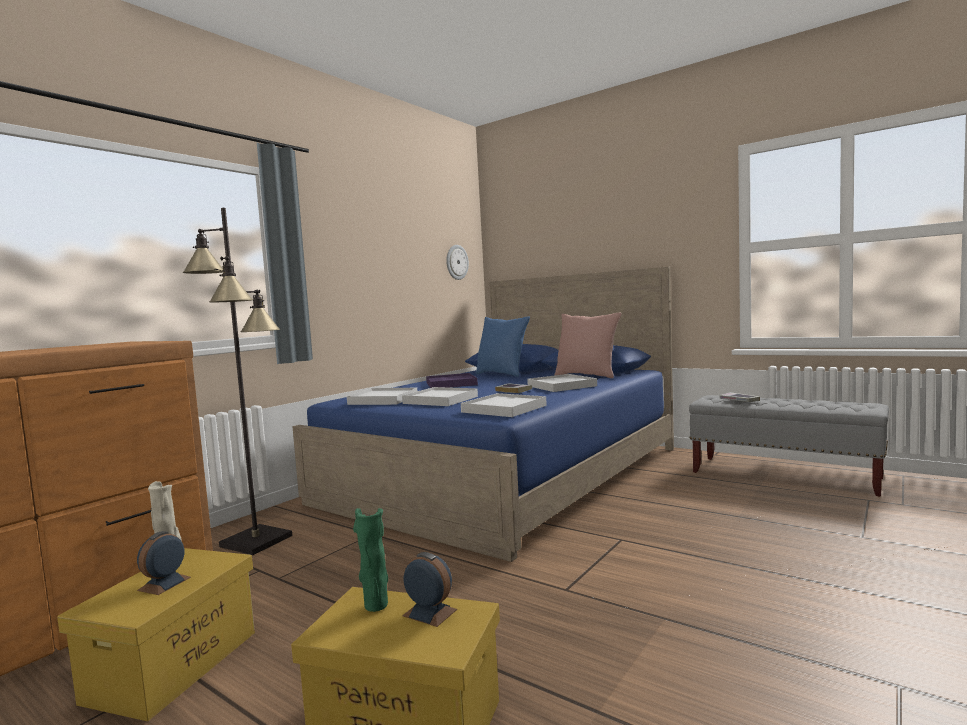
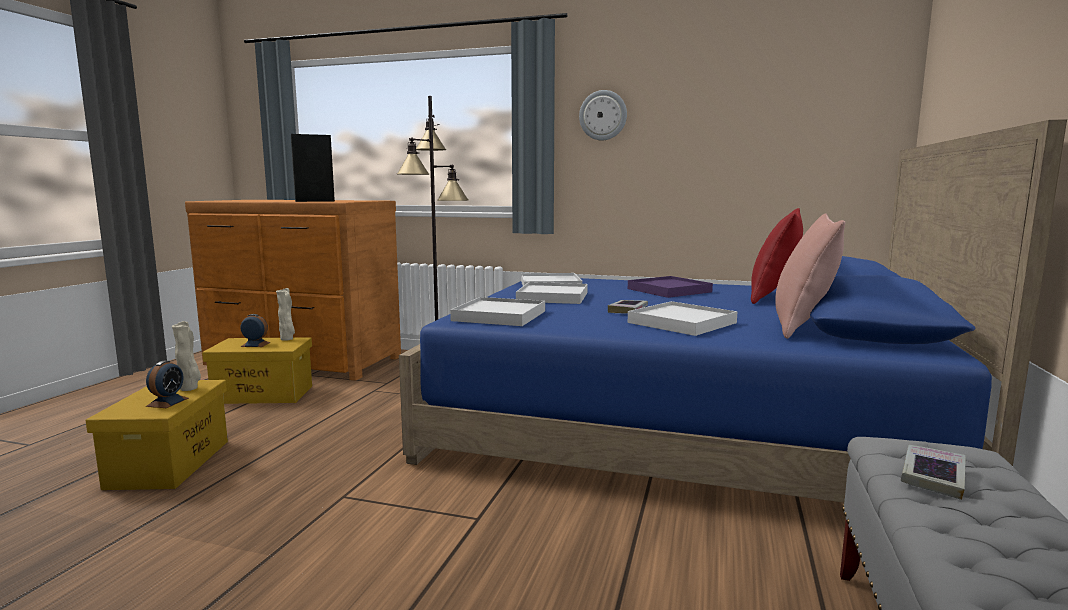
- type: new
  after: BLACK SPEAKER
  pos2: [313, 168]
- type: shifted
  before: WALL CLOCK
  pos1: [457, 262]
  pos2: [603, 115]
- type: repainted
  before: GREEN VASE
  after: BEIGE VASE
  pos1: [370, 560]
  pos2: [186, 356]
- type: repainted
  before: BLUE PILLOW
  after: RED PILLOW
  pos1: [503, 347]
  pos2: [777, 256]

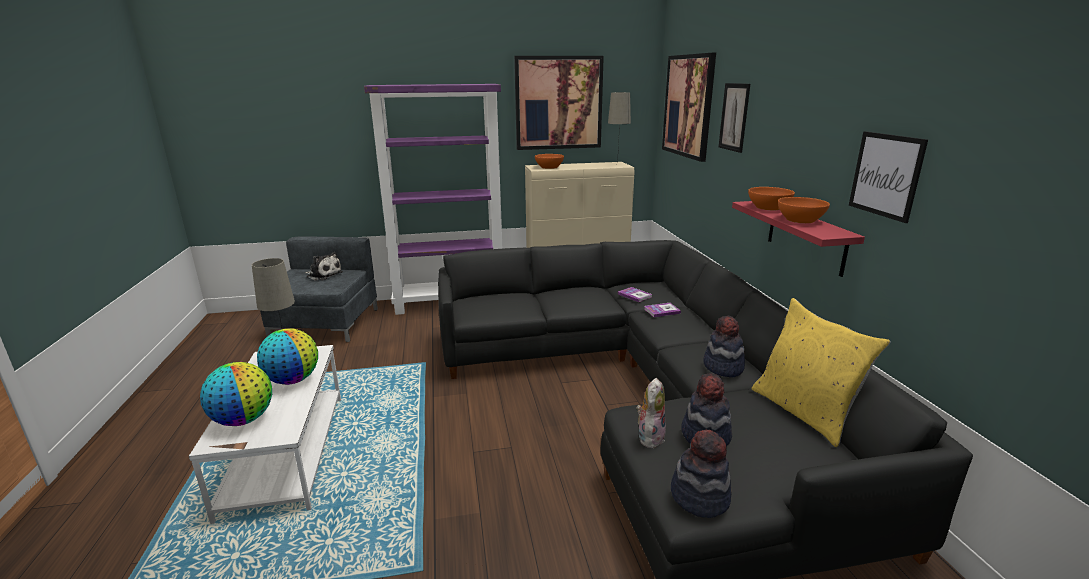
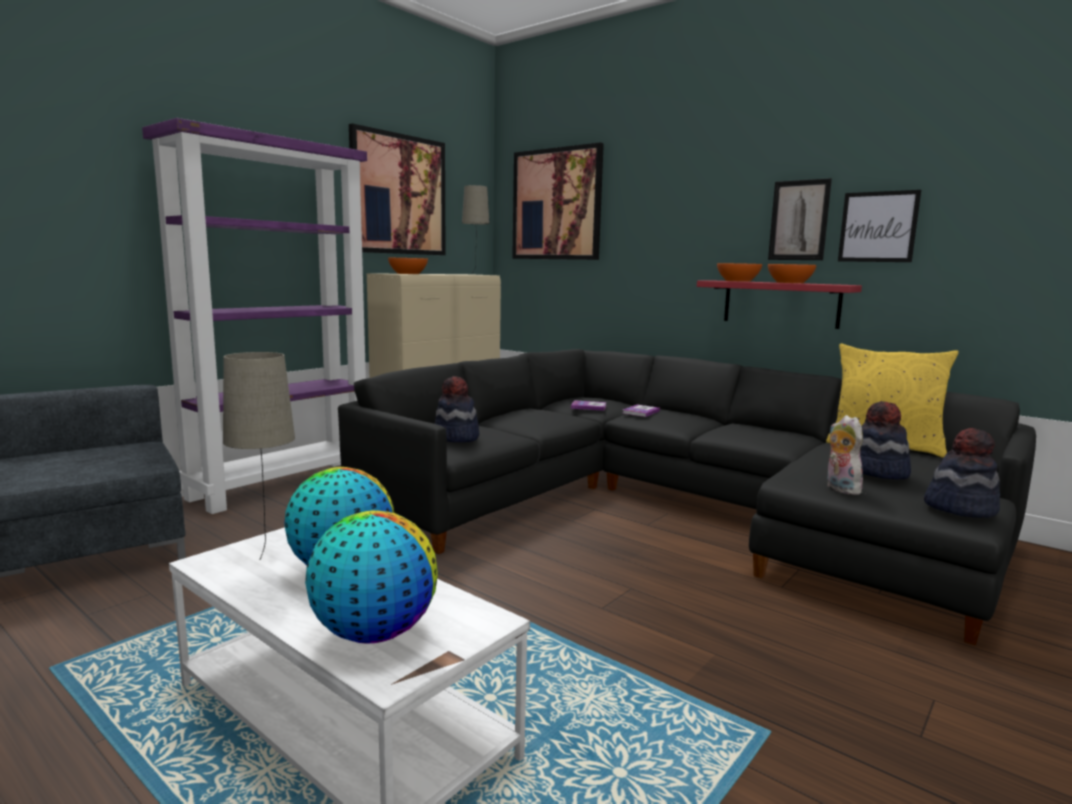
- type: gone
  before: PLUSH TOY
  pos1: [324, 266]
- type: shifted
  before: HAT
  pos1: [724, 347]
  pos2: [456, 409]
- type: shifted
  before: PICTURE
  pos1: [734, 118]
  pos2: [800, 219]

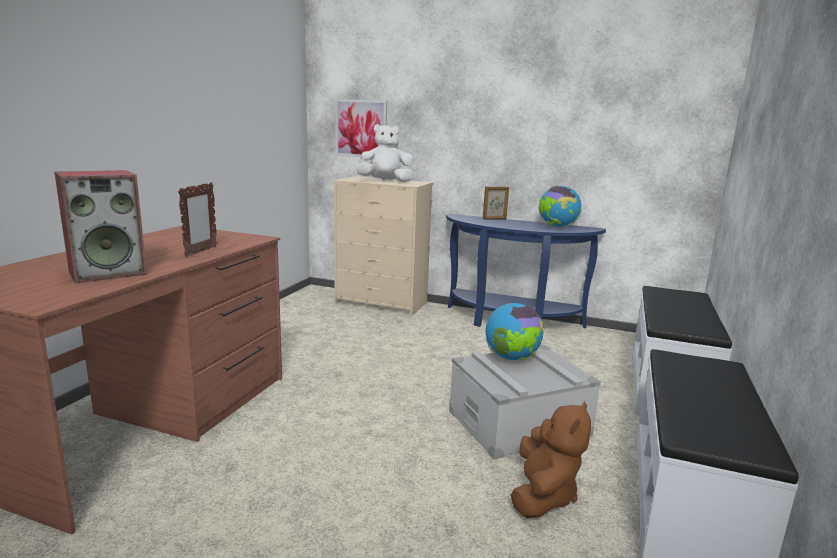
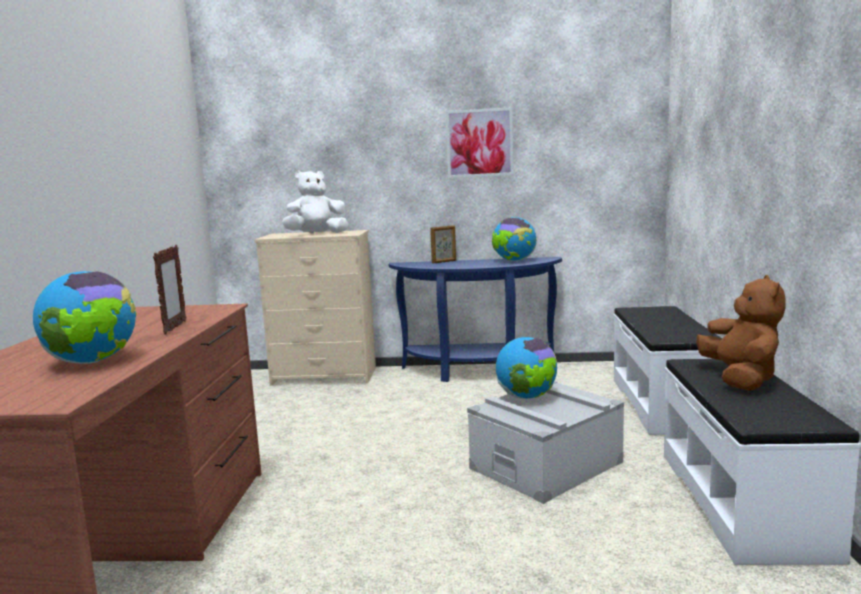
- type: shifted
  before: PICTURE
  pos1: [361, 128]
  pos2: [479, 142]
- type: shifted
  before: BROWN PLUSH TOY
  pos1: [551, 459]
  pos2: [740, 333]
- type: swapped
  before: SPEAKER
  after: GLOBE
  pos1: [101, 226]
  pos2: [85, 317]

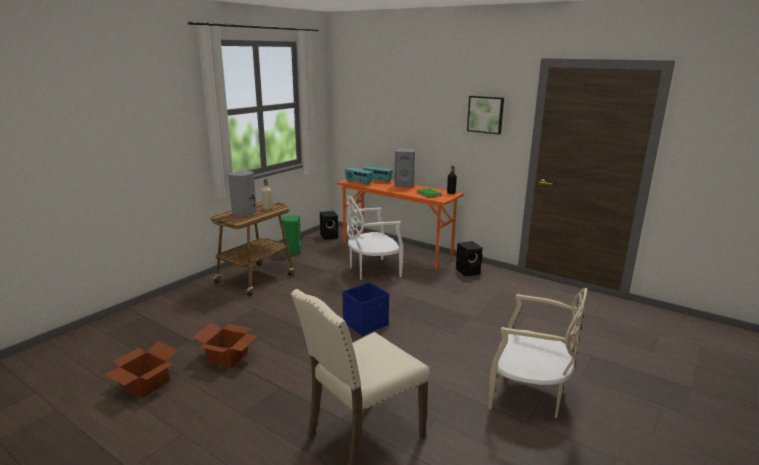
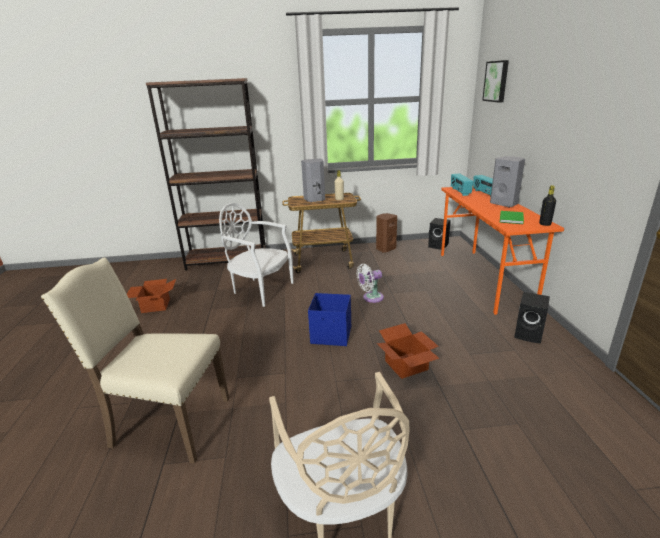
- type: new
  after: BROWN BOOKCASE
  pos2: [206, 174]
- type: new
  after: WHITE FAN
  pos2: [370, 283]
- type: shifted
  before: CARDBOARD BOX
  pos1: [225, 345]
  pos2: [408, 351]
- type: shifted
  before: WHITE CHAIR
  pos1: [375, 238]
  pos2: [256, 255]
- type: shifted
  before: PICTURE
  pos1: [485, 115]
  pos2: [495, 81]
- type: repainted
  before: GREEN SPEAKER
  after: BROWN SPEAKER
  pos1: [291, 234]
  pos2: [386, 233]

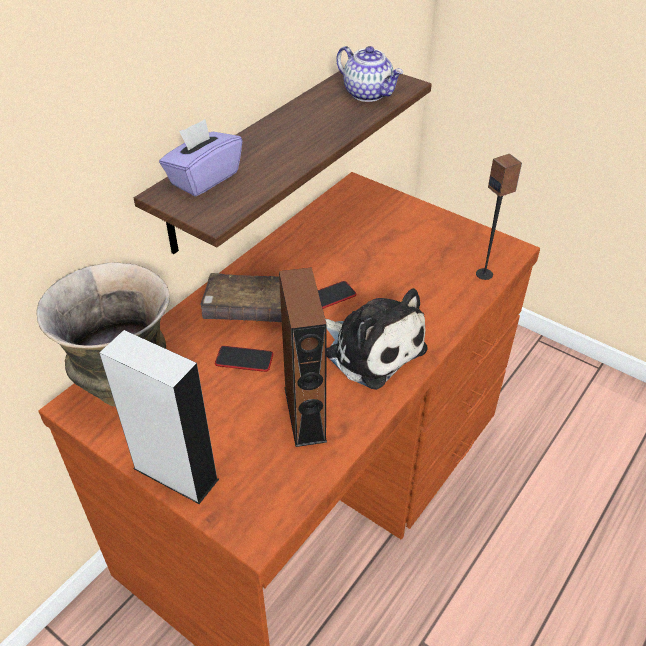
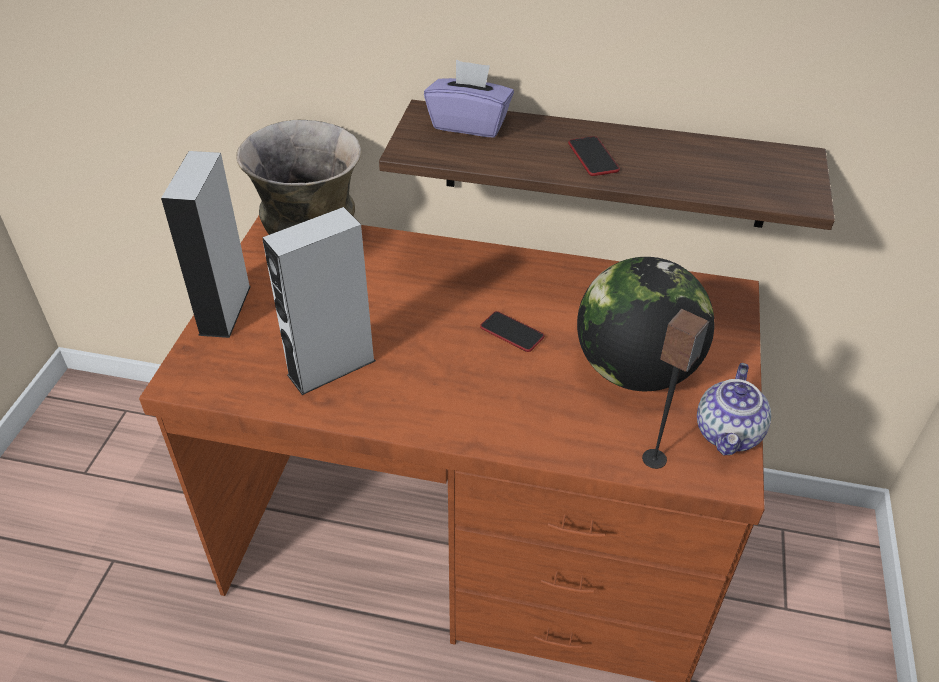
- type: gone
  before: BROWN BOOK
  pos1: [241, 297]
- type: gone
  before: PLUSH TOY
  pos1: [376, 339]
- type: new
  after: GLOBE
  pos2: [645, 324]
- type: shifted
  before: PHONE
  pos1: [244, 359]
  pos2: [594, 156]
- type: shifted
  before: TEAPOT
  pos1: [369, 74]
  pos2: [734, 409]
- type: repainted
  before: BROWN SPEAKER
  after: GREY SPEAKER
  pos1: [303, 357]
  pos2: [319, 301]

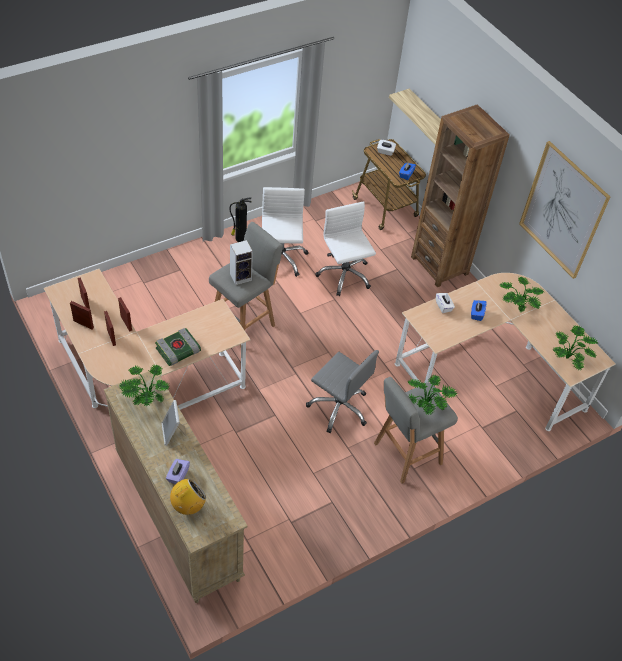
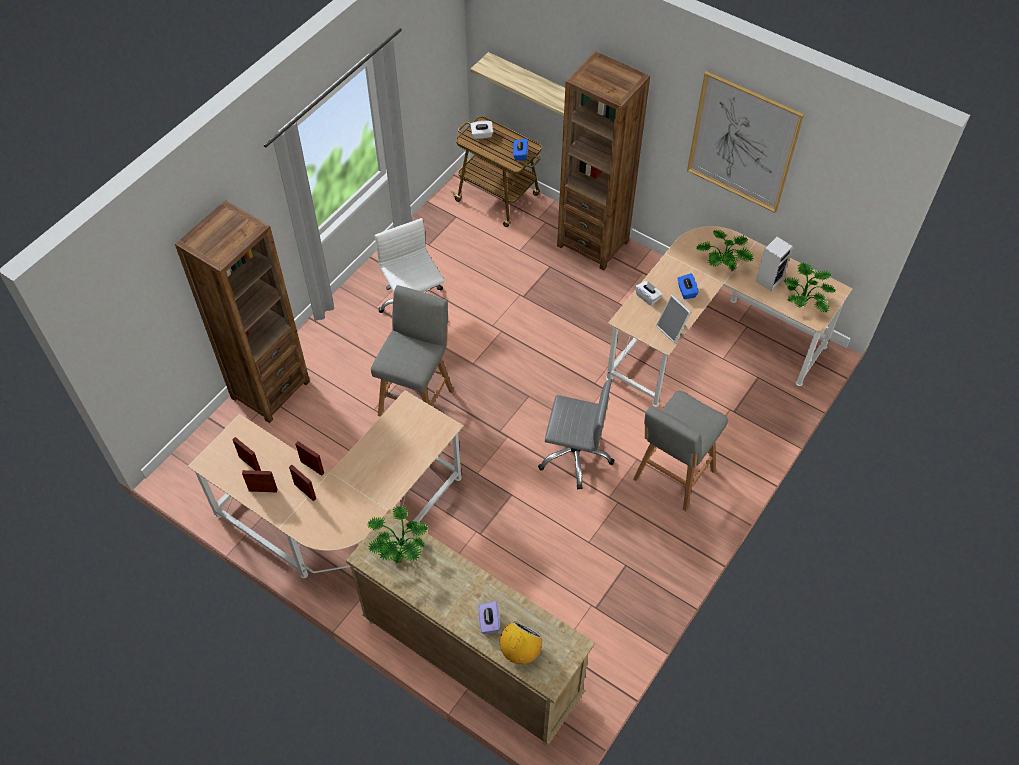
- type: gone
  before: BOOK
  pos1: [178, 347]
- type: gone
  before: FIRE EXTINGUISHER
  pos1: [240, 219]
- type: gone
  before: WHITE OFFICE CHAIR
  pos1: [345, 248]
- type: gone
  before: POTTED PLANT
  pos1: [433, 395]
- type: new
  after: BROWN BOOKCASE
  pos2: [242, 311]
- type: shifted
  before: PICTURE FRAME
  pos1: [174, 423]
  pos2: [673, 319]
- type: shifted
  before: SPEAKER
  pos1: [241, 262]
  pos2: [774, 264]

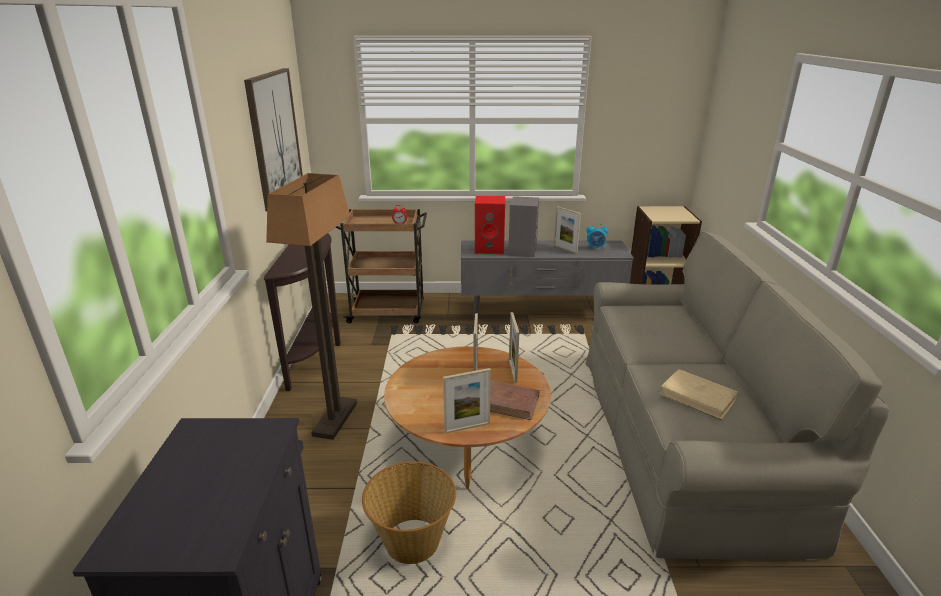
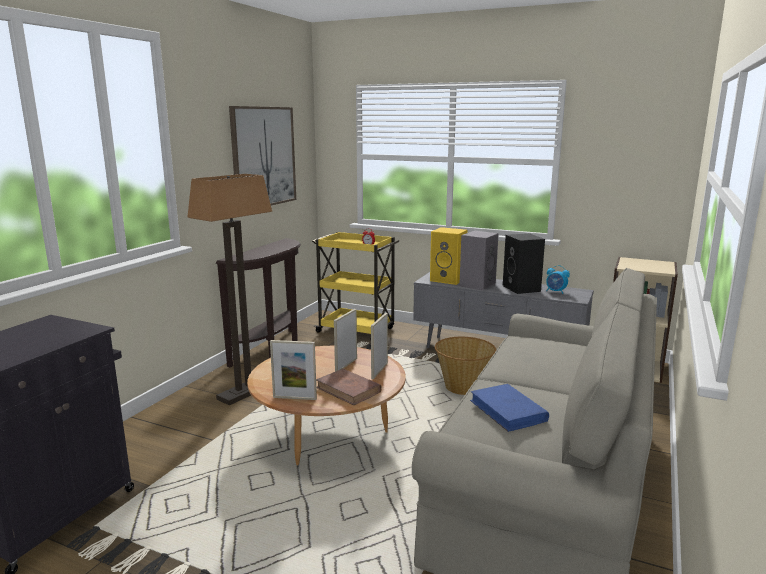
- type: shifted
  before: BASKET
  pos1: [409, 512]
  pos2: [465, 366]
- type: swapped
  before: PICTURE FRAME
  after: BLACK SPEAKER
  pos1: [567, 229]
  pos2: [524, 263]
- type: repainted
  before: BROWN CART
  after: YELLOW CART
  pos1: [381, 266]
  pos2: [356, 286]
- type: repainted
  before: RED SPEAKER
  after: YELLOW SPEAKER
  pos1: [490, 225]
  pos2: [449, 256]
- type: repainted
  before: BEIGE BOOK
  after: BLUE BOOK
  pos1: [699, 394]
  pos2: [509, 408]

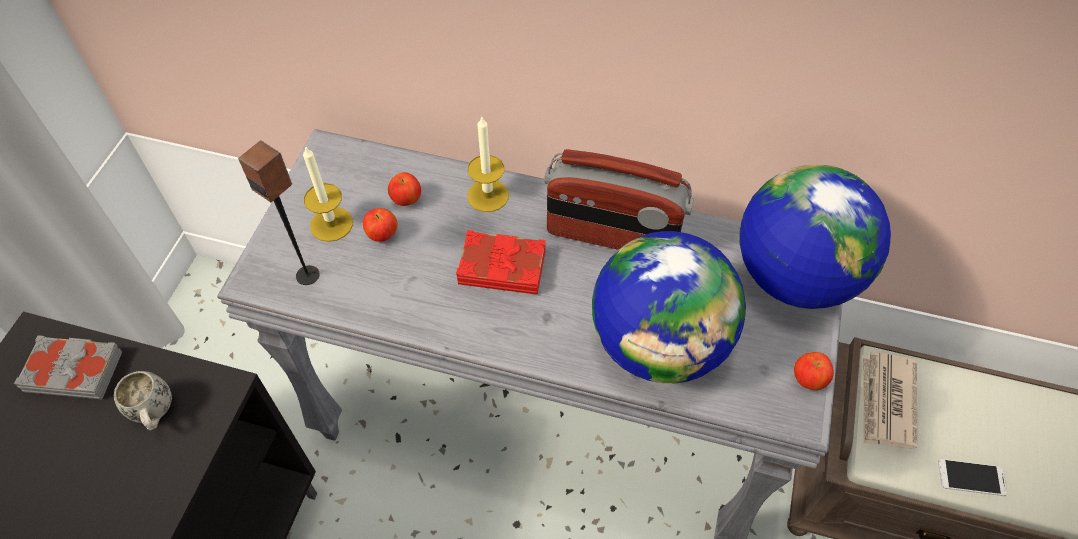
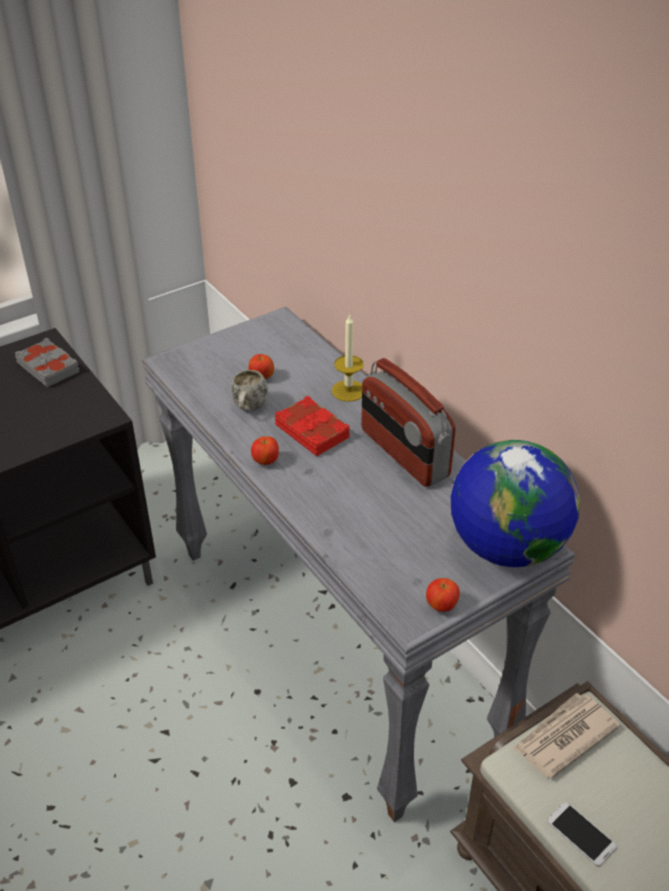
- type: gone
  before: SPEAKER
  pos1: [279, 212]
- type: gone
  before: CANDLE
  pos1: [328, 194]
- type: gone
  before: GLOBE
  pos1: [669, 307]
- type: shifted
  before: WHITE MUG
  pos1: [143, 401]
  pos2: [249, 390]
- type: shifted
  before: APPLE
  pos1: [404, 189]
  pos2: [265, 450]

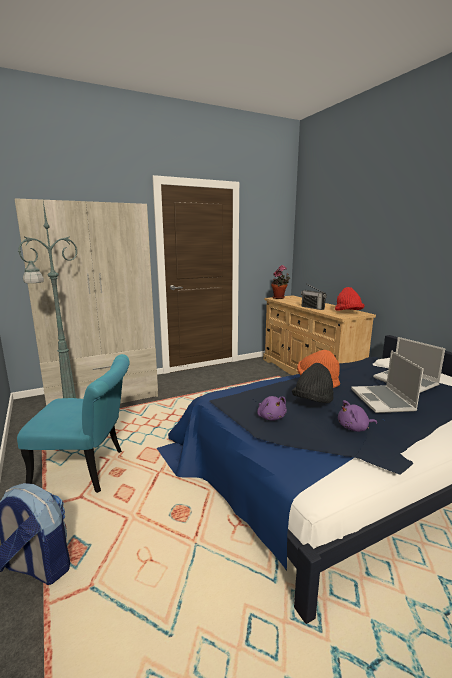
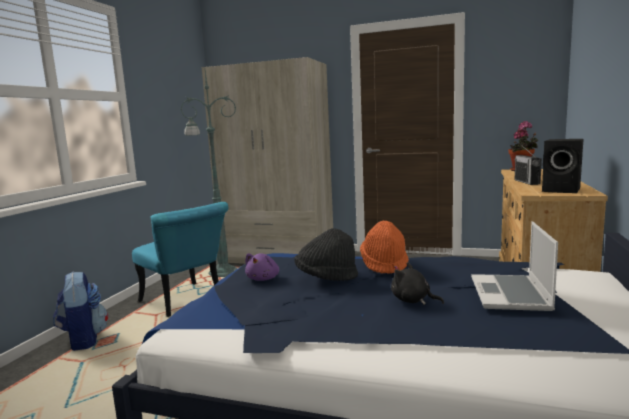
- type: gone
  before: PURPLE PLUSH TOY
  pos1: [357, 416]
- type: swapped
  before: RED HAT
  after: BLACK SPEAKER
  pos1: [349, 299]
  pos2: [562, 166]
- type: swapped
  before: LAPTOP
  after: BLACK PLUSH TOY
  pos1: [387, 381]
  pos2: [417, 283]

